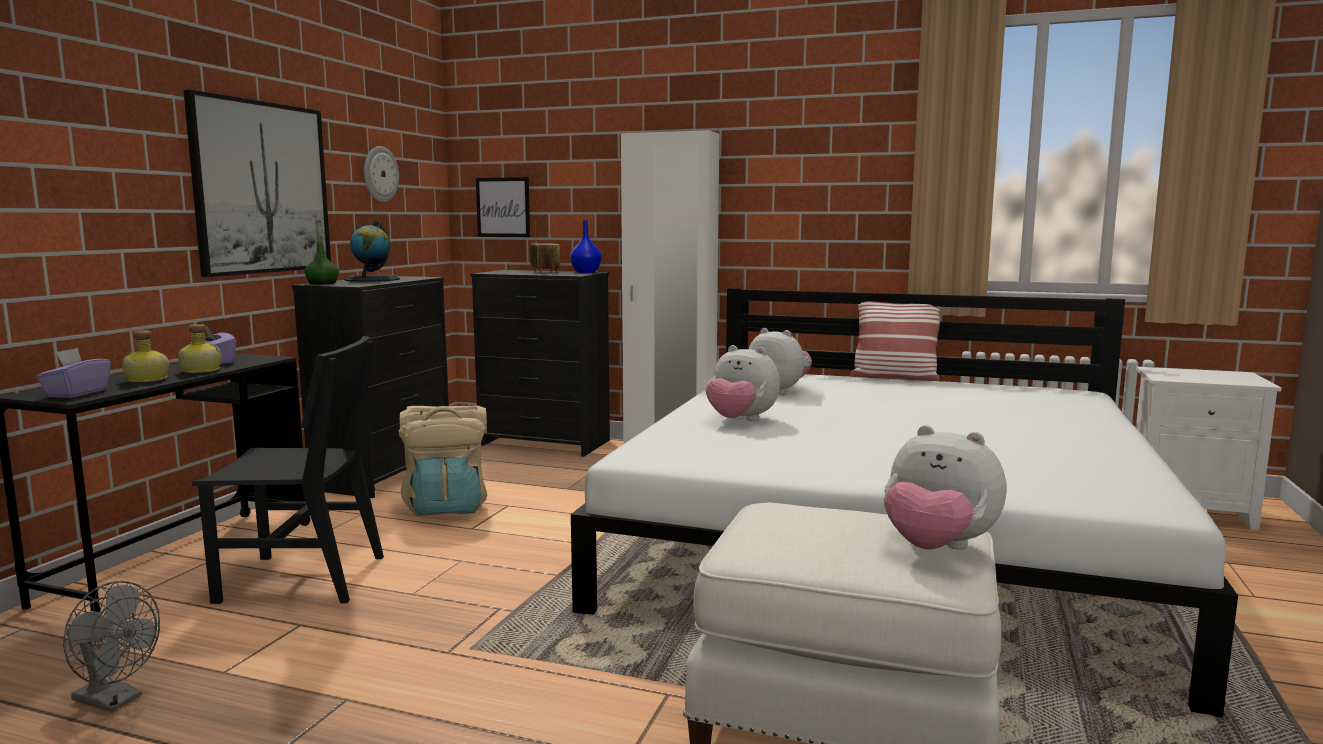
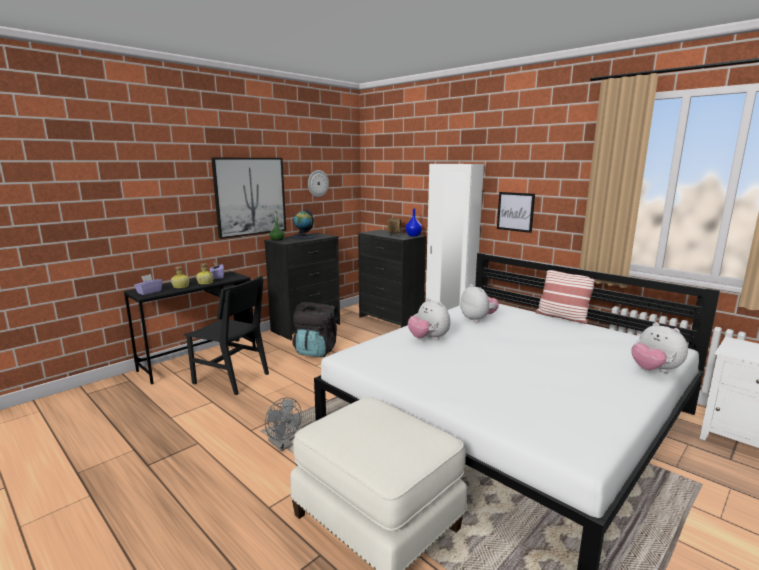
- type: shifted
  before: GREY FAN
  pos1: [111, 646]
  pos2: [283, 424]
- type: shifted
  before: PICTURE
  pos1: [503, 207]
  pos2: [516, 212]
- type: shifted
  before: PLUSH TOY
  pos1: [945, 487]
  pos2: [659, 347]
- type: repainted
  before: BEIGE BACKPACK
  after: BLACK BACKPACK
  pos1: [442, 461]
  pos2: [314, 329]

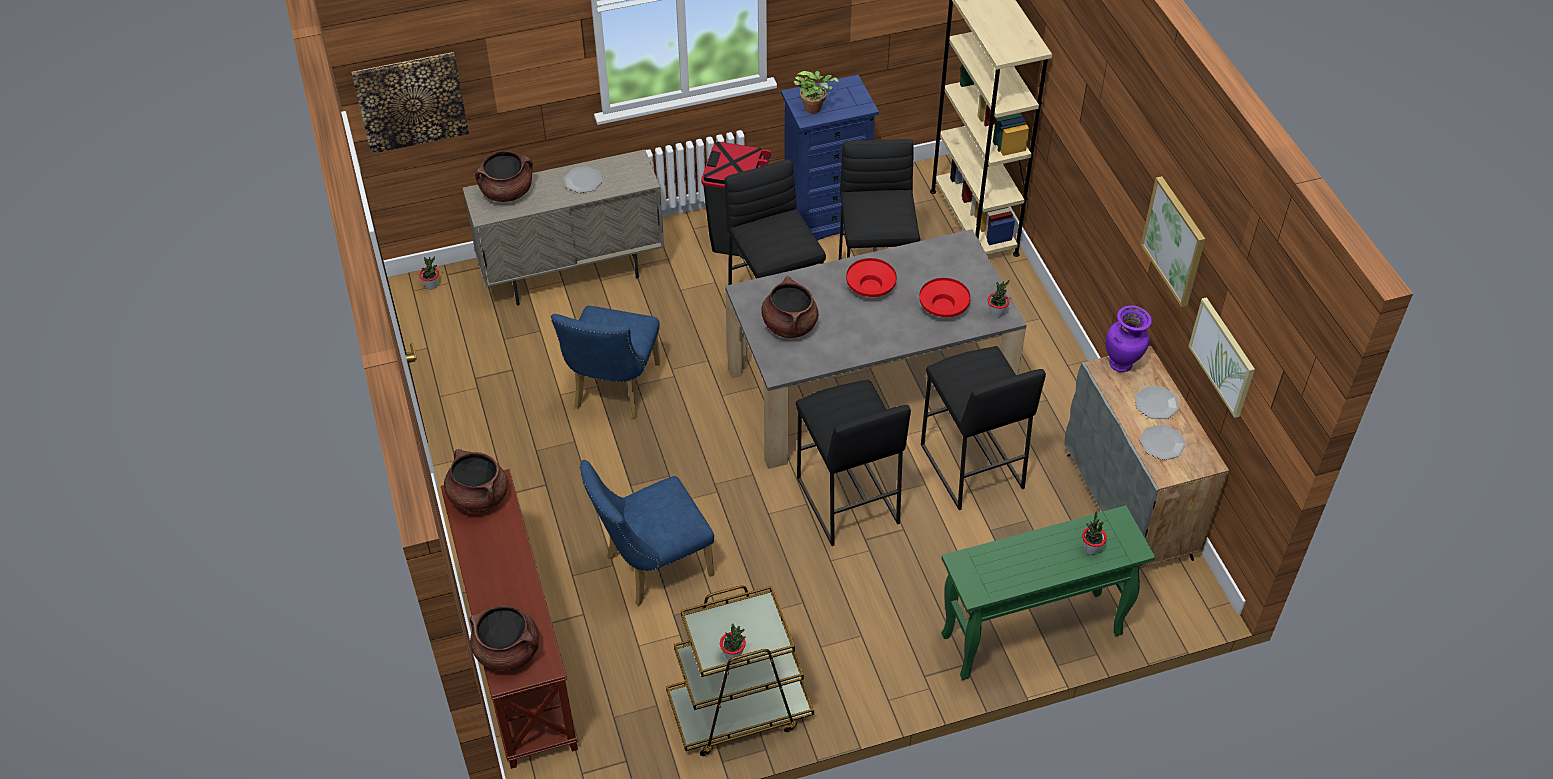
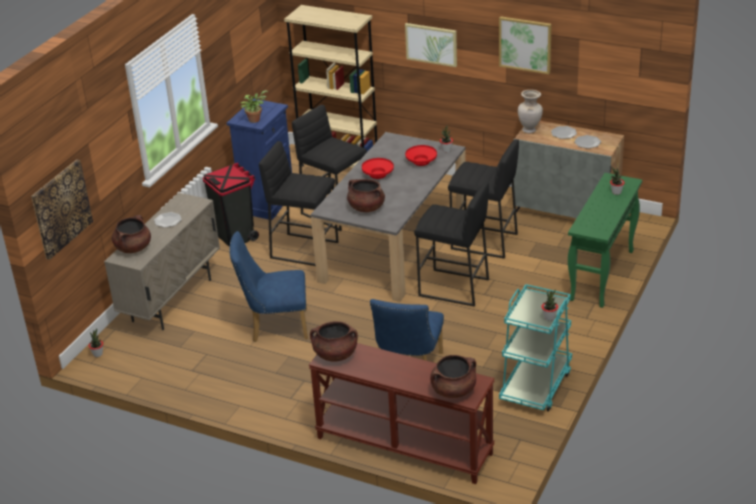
- type: shifted
  before: PICTURE
  pos1: [1221, 357]
  pos2: [431, 45]
- type: repainted
  before: BROWN CART
  after: TURQUOISE CART
  pos1: [740, 670]
  pos2: [535, 348]
- type: repainted
  before: PURPLE VASE
  after: BEIGE VASE
  pos1: [1128, 338]
  pos2: [530, 111]
- type: rotated
  before: BLUE CHAIR
  pos1: [605, 362]
  pos2: [268, 286]
  turn: 120

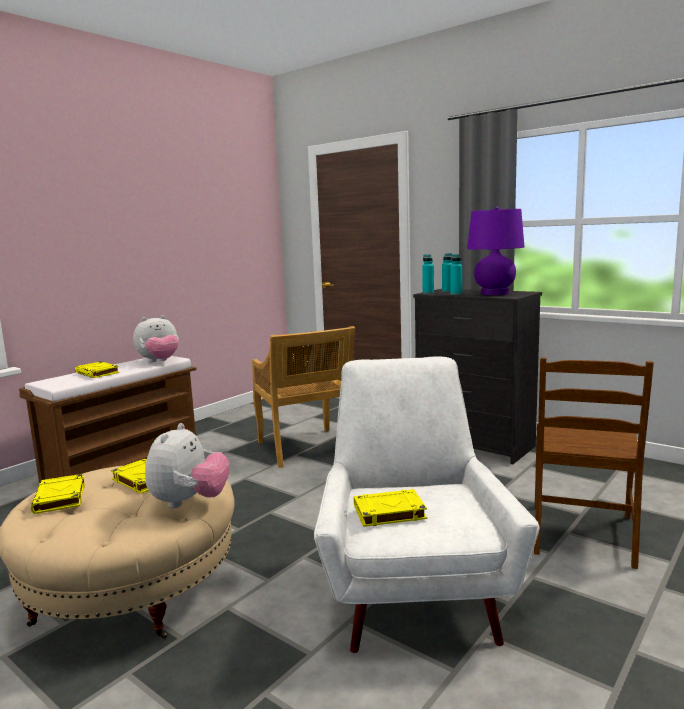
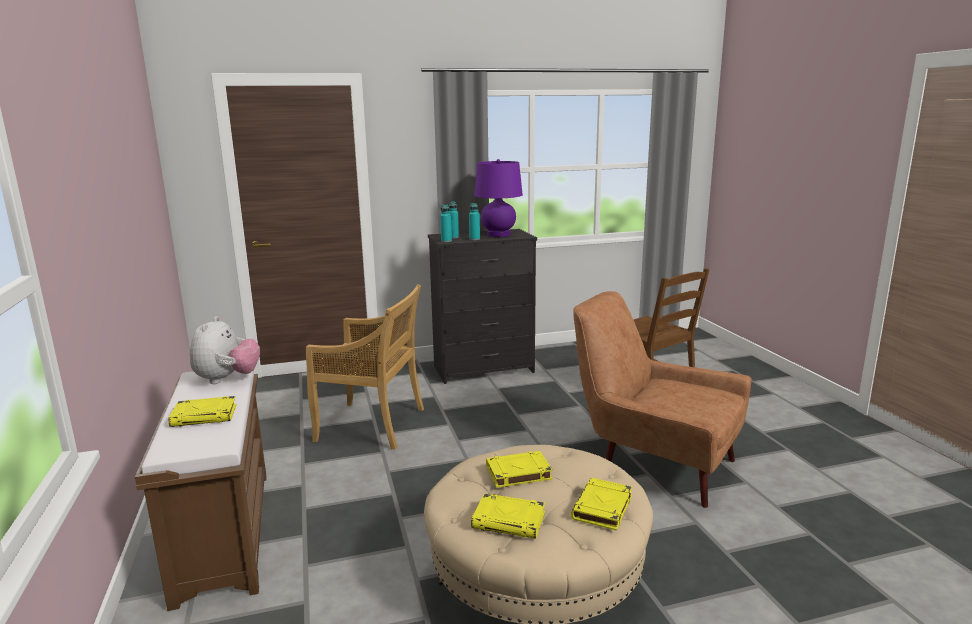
- type: gone
  before: PLUSH TOY
  pos1: [187, 465]
- type: shifted
  before: YELLOW BOOK
  pos1: [390, 508]
  pos2: [601, 504]
- type: repainted
  before: WHITE ARMCHAIR
  after: BROWN ARMCHAIR
  pos1: [427, 504]
  pos2: [662, 399]

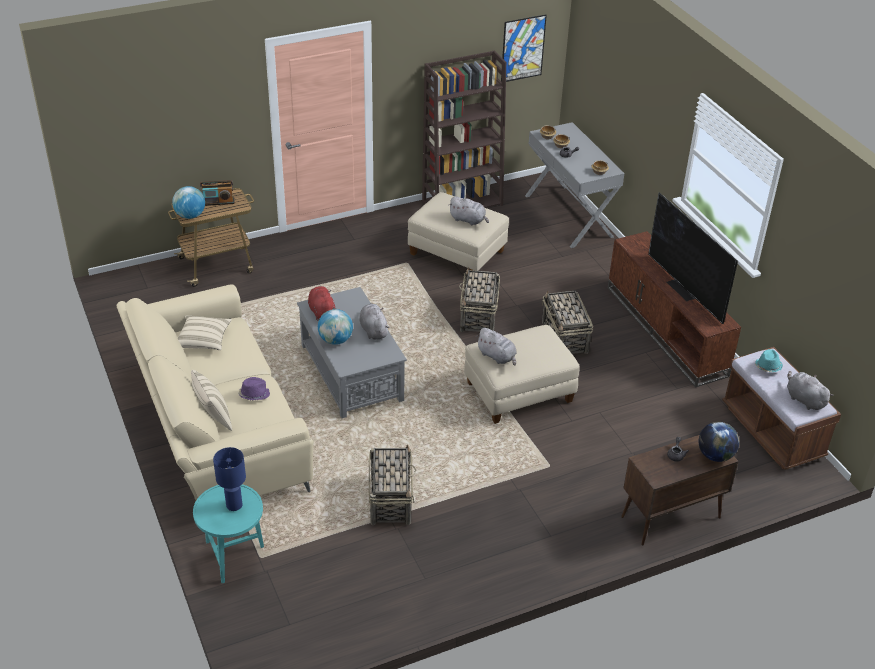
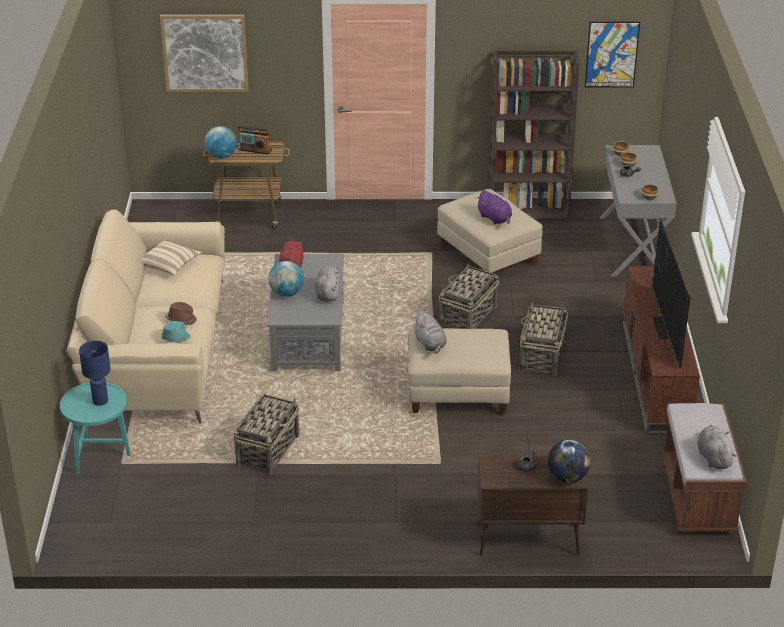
- type: gone
  before: BEIGE PILLOW
  pos1: [211, 400]
- type: new
  after: PICTURE
  pos2: [204, 53]
- type: shifted
  before: TURQUOISE HAT
  pos1: [769, 360]
  pos2: [175, 332]
- type: repainted
  before: PURPLE HAT
  after: BROWN HAT
  pos1: [254, 388]
  pos2: [181, 313]
- type: repainted
  before: GREY PLUSH TOY
  after: PURPLE PLUSH TOY
  pos1: [468, 211]
  pos2: [494, 207]

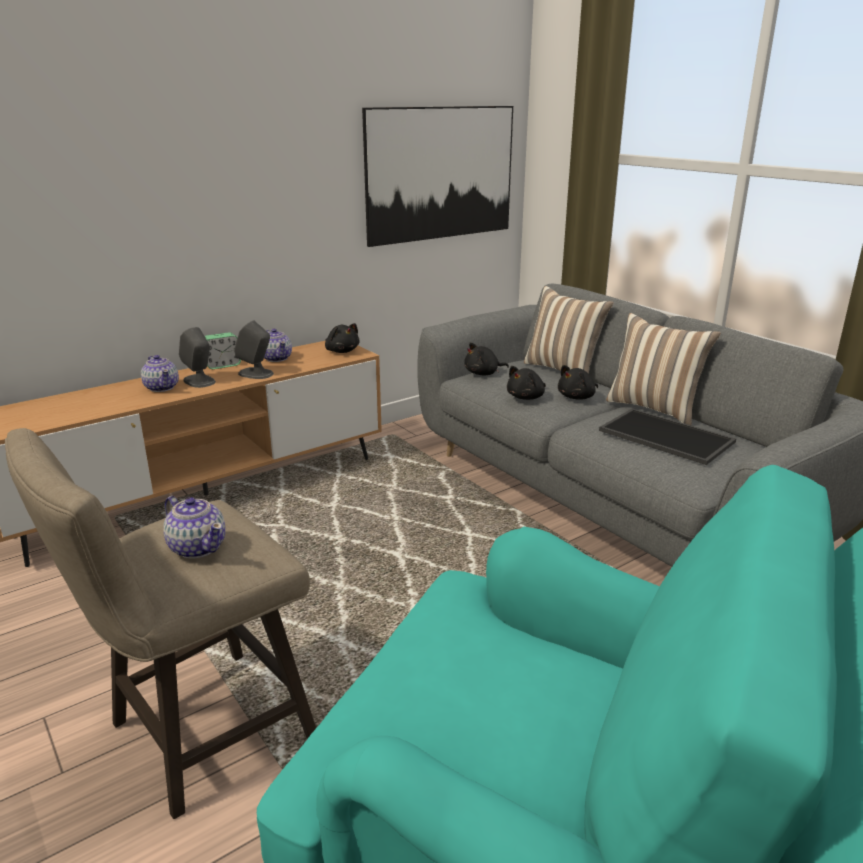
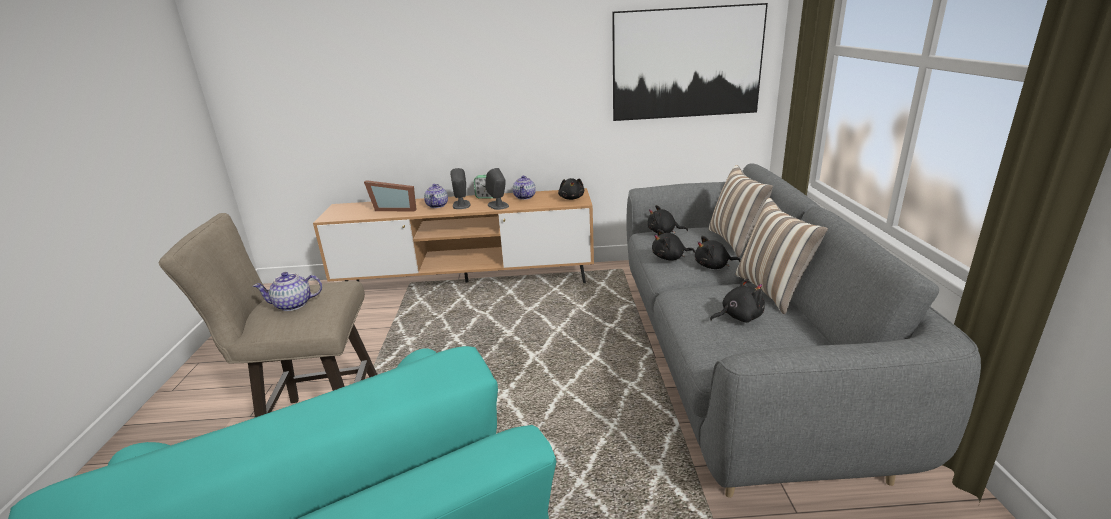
- type: new
  after: PICTURE FRAME
  pos2: [390, 196]
- type: swapped
  before: TRAY
  after: BLACK PLUSH TOY
  pos1: [667, 436]
  pos2: [737, 300]
- type: rotated
  before: TEAPOT
  pos1: [194, 527]
  pos2: [287, 291]
  turn: 90

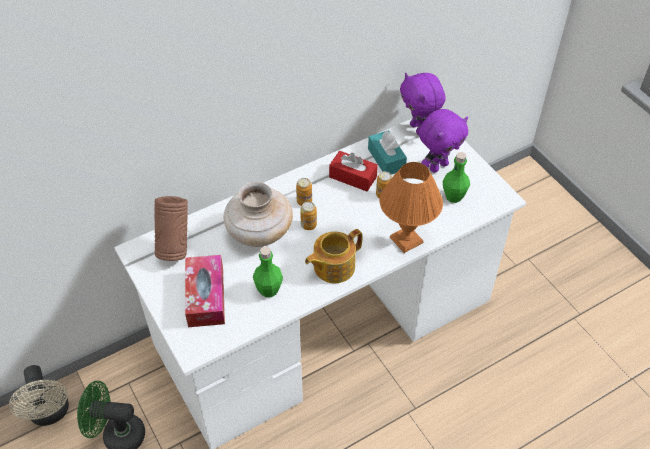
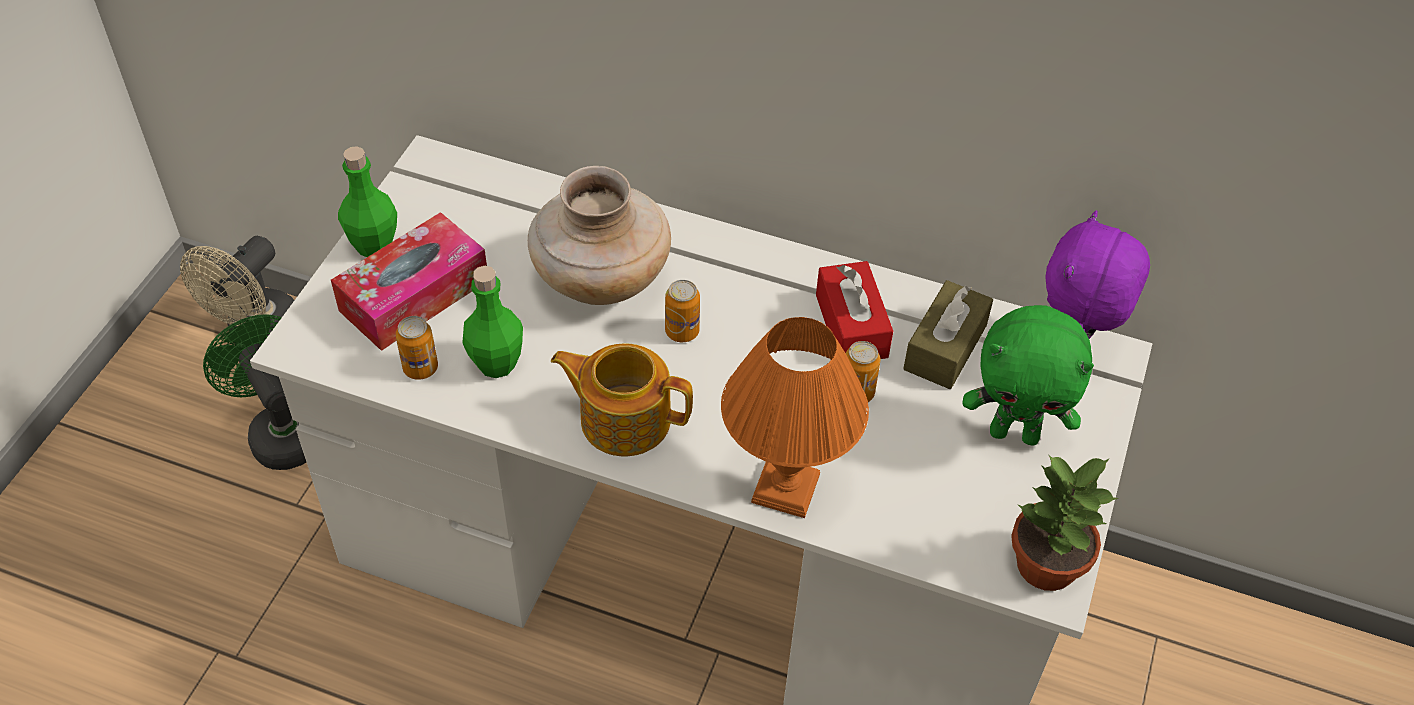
- type: gone
  before: BROWN VASE
  pos1: [171, 228]
- type: new
  after: POTTED PLANT
  pos2: [1065, 523]
- type: shifted
  before: CAN
  pos1: [304, 192]
  pos2: [417, 348]
- type: shifted
  before: GREEN BOTTLE
  pos1: [456, 177]
  pos2: [367, 201]
- type: repainted
  before: TURQUOISE TISSUE BOX
  after: BROWN TISSUE BOX
  pos1: [387, 152]
  pos2: [948, 334]
- type: repainted
  before: PURPLE PLUSH TOY
  after: GREEN PLUSH TOY
  pos1: [443, 141]
  pos2: [1028, 375]

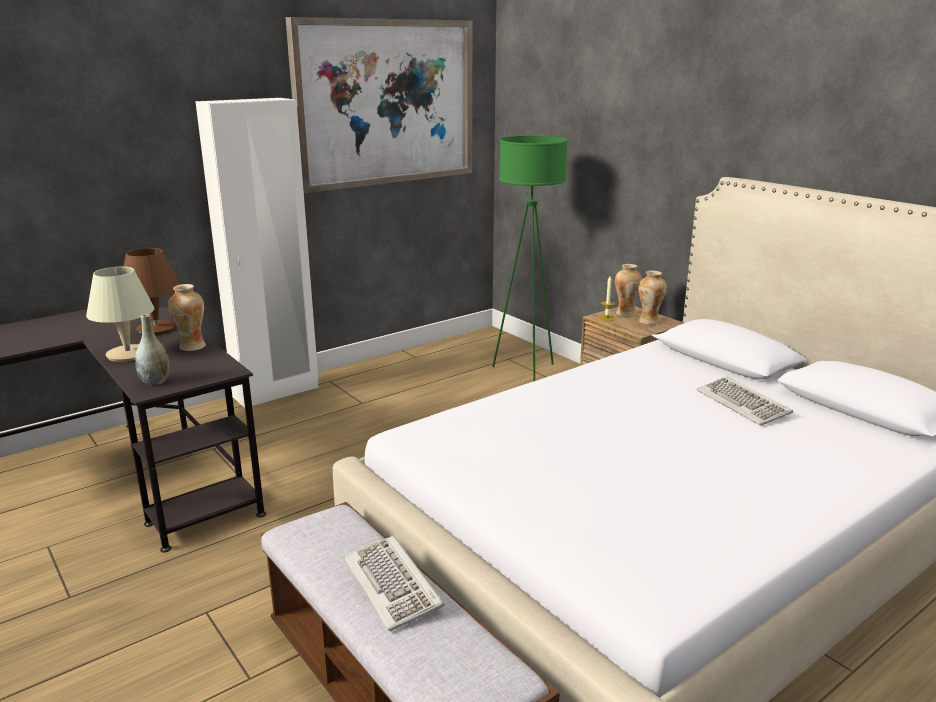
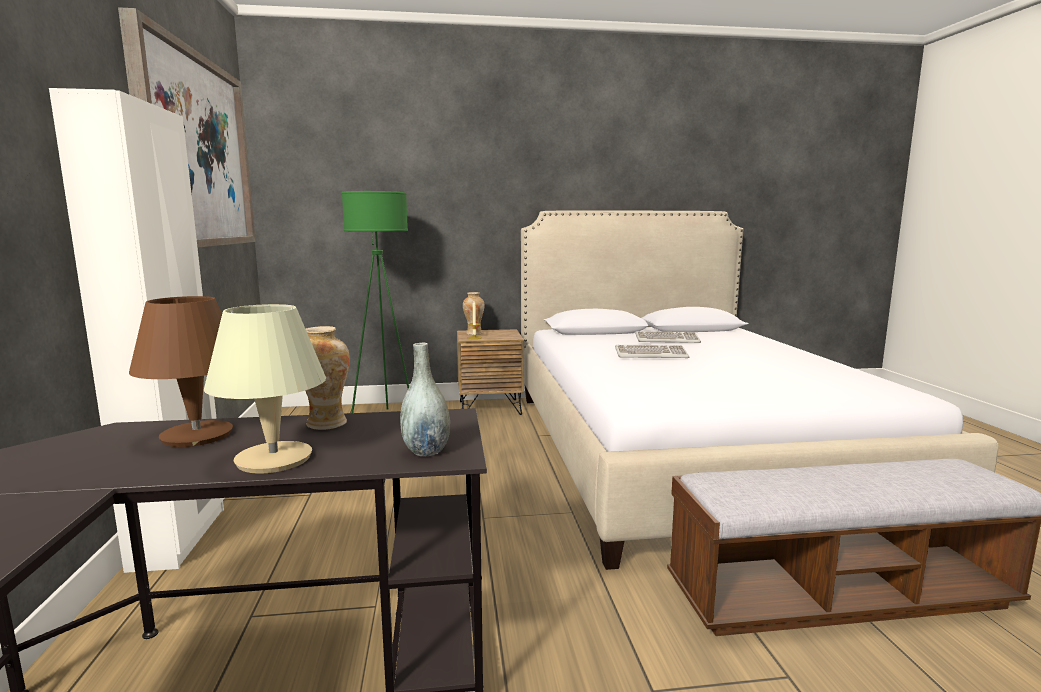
- type: gone
  before: VASE
  pos1: [653, 298]
- type: shifted
  before: KEYBOARD
  pos1: [394, 583]
  pos2: [652, 351]

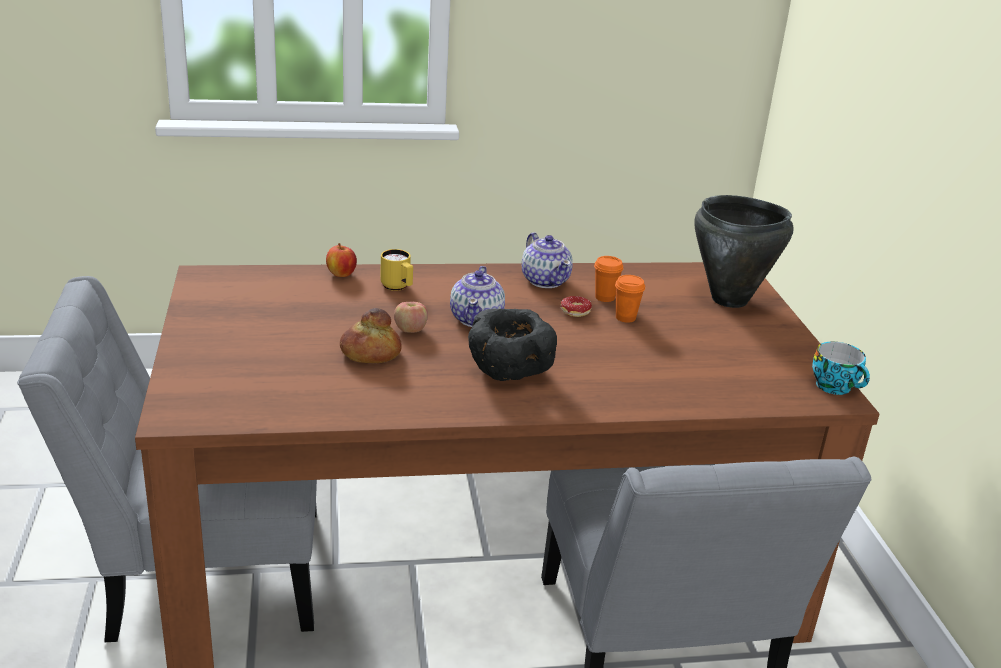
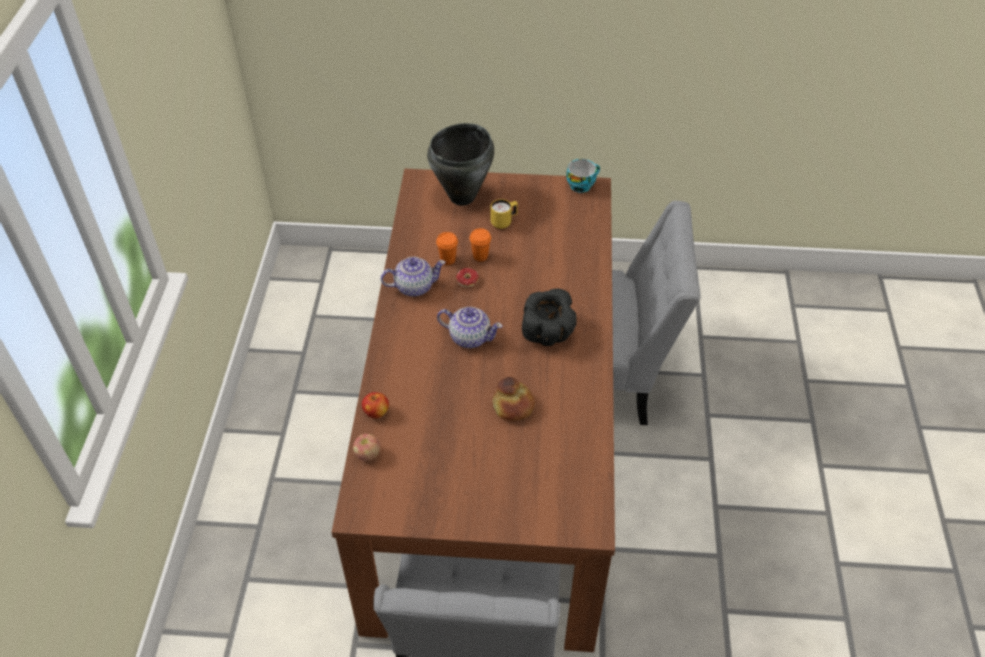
- type: shifted
  before: YELLOW MUG
  pos1: [396, 270]
  pos2: [504, 214]
- type: shifted
  before: APPLE
  pos1: [411, 317]
  pos2: [366, 447]

